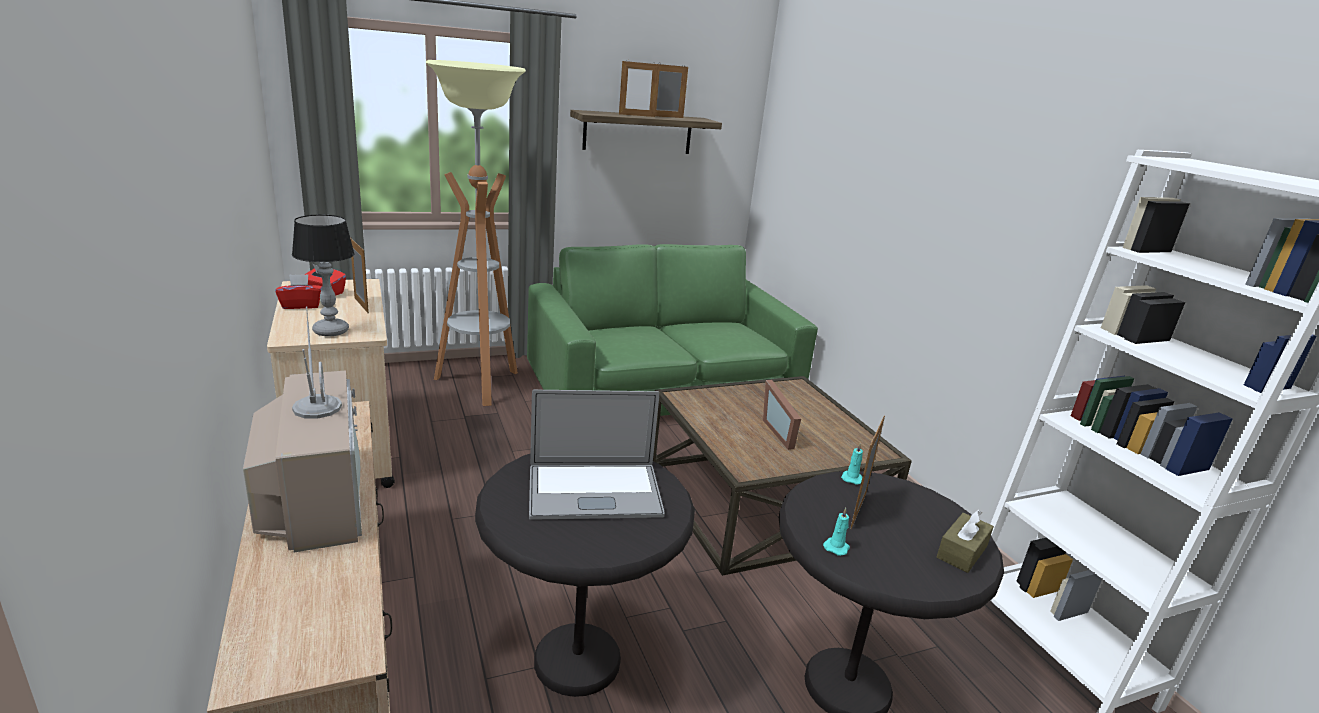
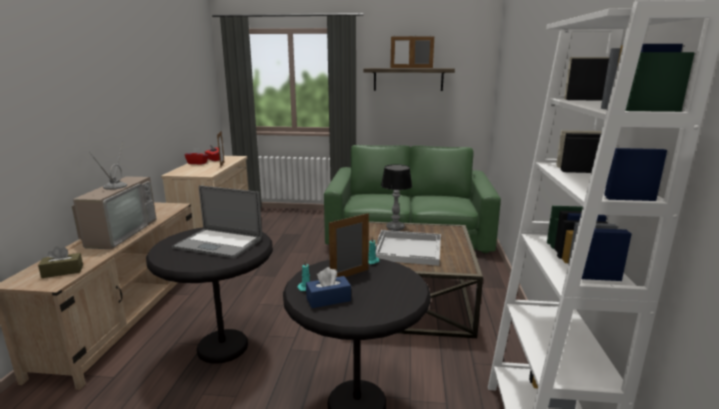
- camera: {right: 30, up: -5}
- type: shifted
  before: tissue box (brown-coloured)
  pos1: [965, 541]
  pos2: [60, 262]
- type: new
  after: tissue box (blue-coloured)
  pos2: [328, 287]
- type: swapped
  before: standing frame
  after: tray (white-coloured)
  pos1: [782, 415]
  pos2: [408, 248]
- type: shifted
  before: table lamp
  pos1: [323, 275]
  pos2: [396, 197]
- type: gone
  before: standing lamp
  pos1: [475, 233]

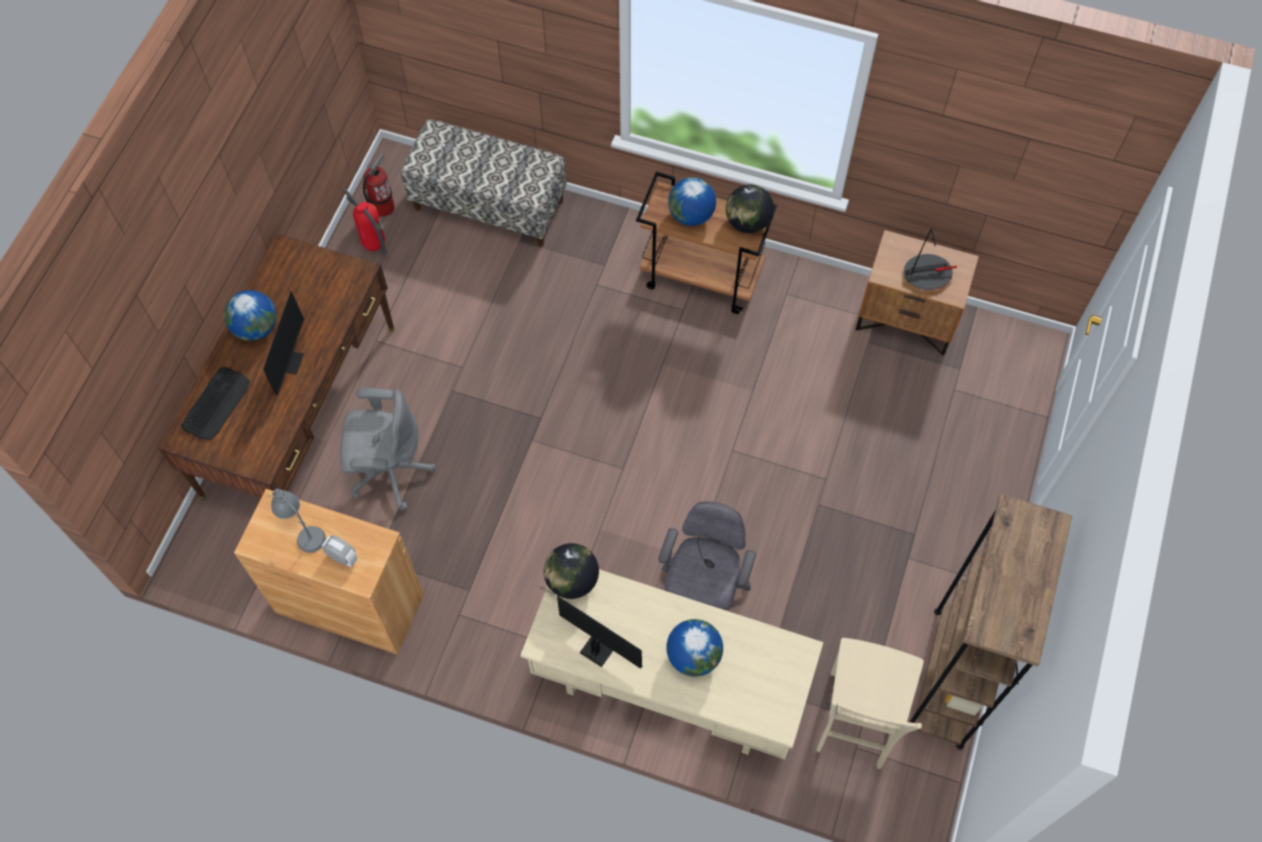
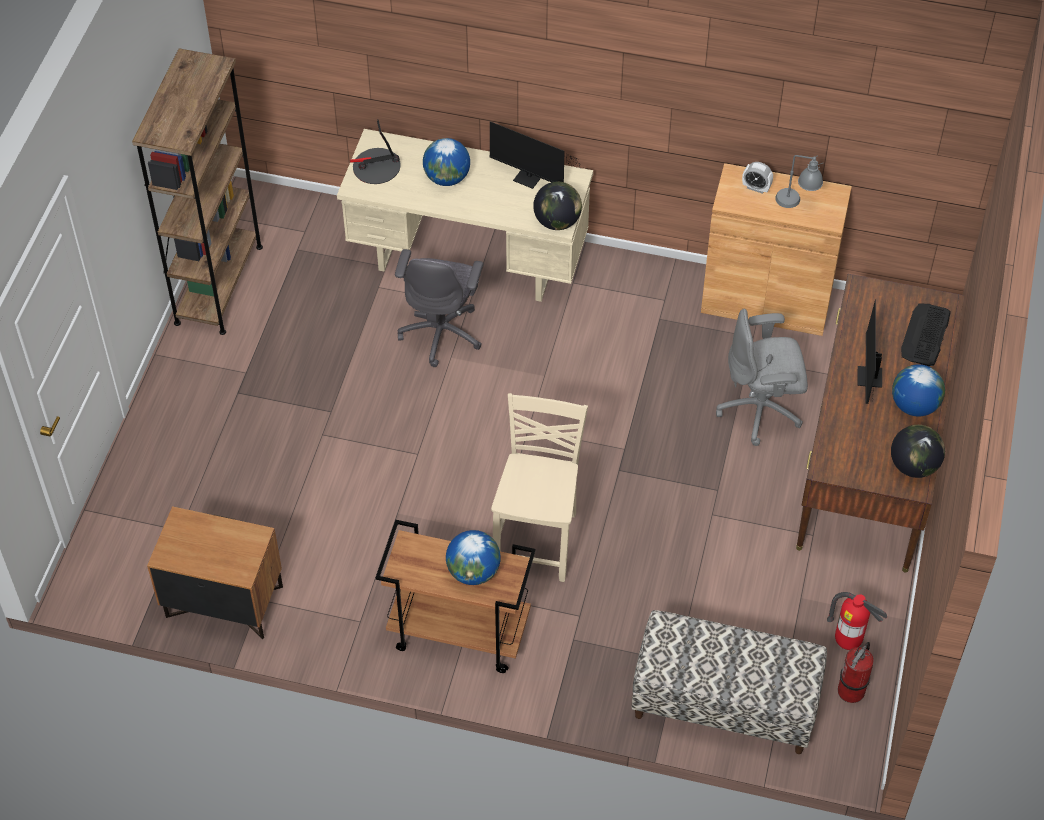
- camera: {right: 175, up: -10}
- type: shifted
  before: table lamp
  pos1: [930, 259]
  pos2: [375, 152]
- type: shifted
  before: plain chair (beige)
  pos1: [870, 703]
  pos2: [539, 487]
- type: shifted
  before: globe
  pos1: [750, 208]
  pos2: [918, 451]

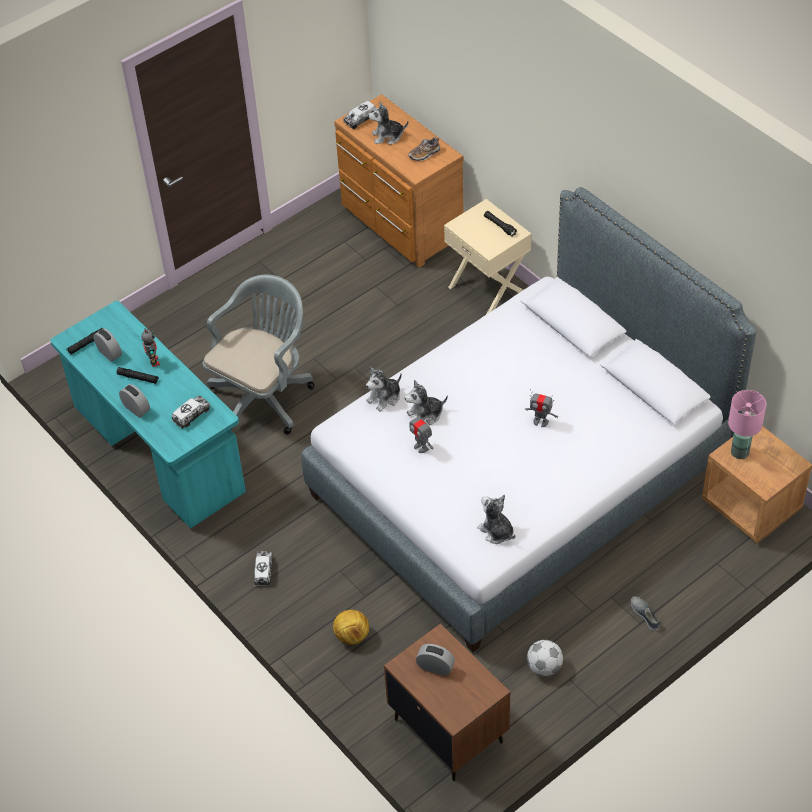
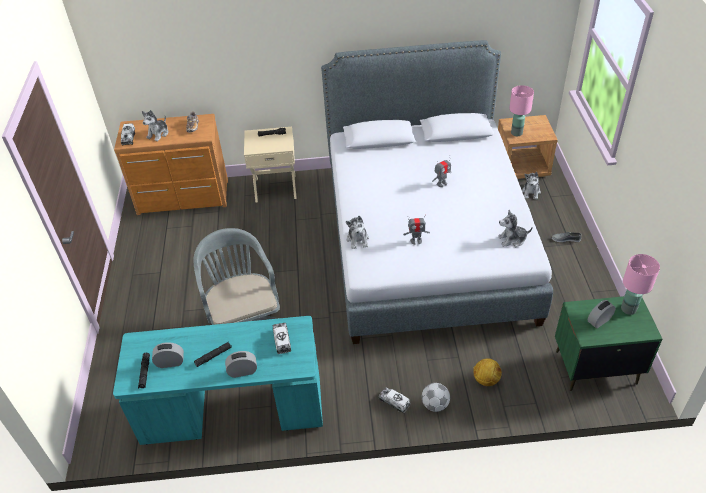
- camera: {right: -55, up: -5}
- type: shifted
  before: football
  pos1: [545, 658]
  pos2: [436, 397]
- type: shifted
  before: cuddly toy
  pos1: [426, 402]
  pos2: [531, 186]
- type: repainted
  before: night table (brown-coloured)
  after: night table (green-coloured)
  pos1: [447, 702]
  pos2: [608, 343]
- type: new
  after: table lamp (pink)
  pos2: [640, 284]
- type: gone
  before: toy robot
  pos1: [150, 348]

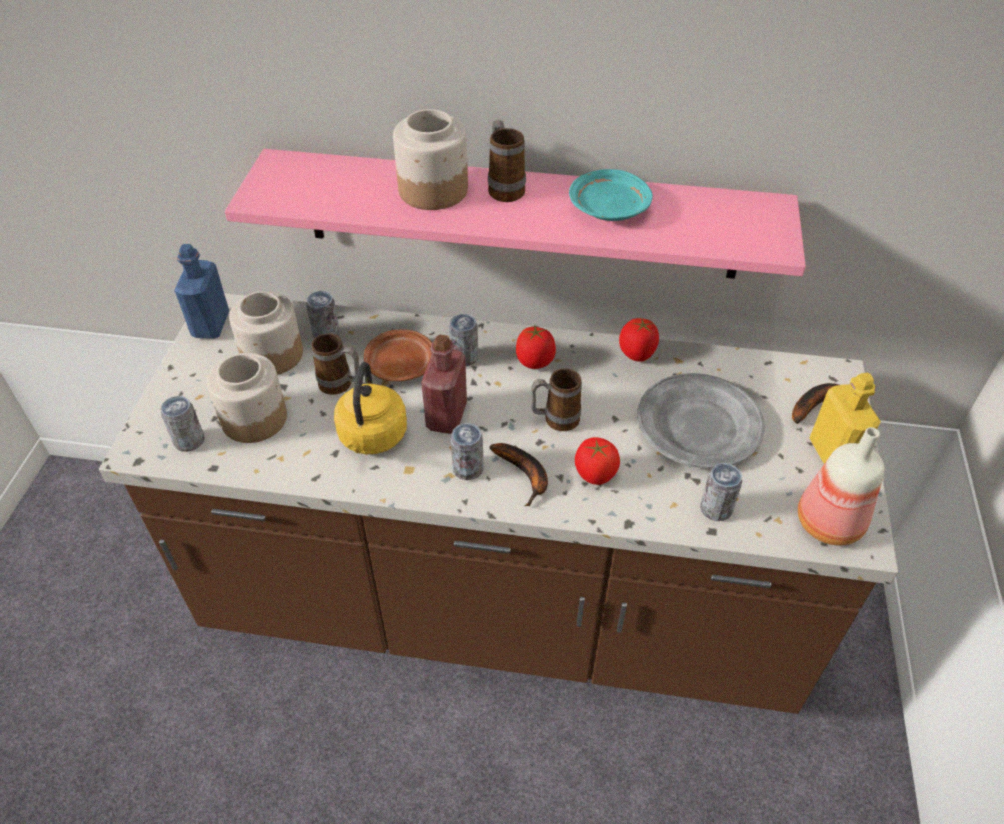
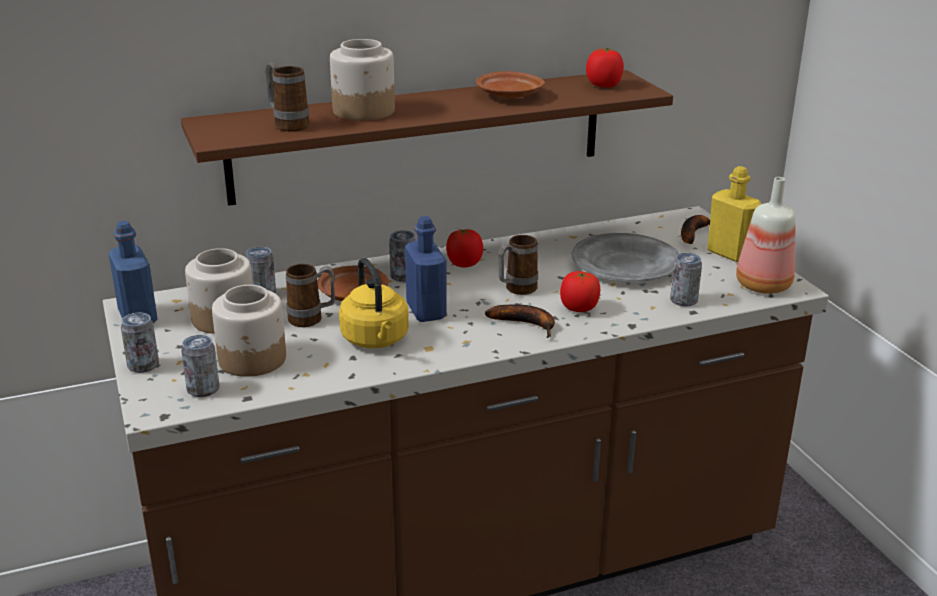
- camera: {right: -30, up: -20}
- type: shifted
  before: can
  pos1: [467, 451]
  pos2: [140, 342]
- type: repainted
  before: wall shelf (pink)
  after: wall shelf (brown-coloured)
  pos1: [515, 214]
  pos2: [427, 138]
- type: shifted
  before: coffee mug
  pos1: [507, 161]
  pos2: [287, 97]
- type: repainted
  before: drink bottle (red-coloured)
  after: drink bottle (blue-coloured)
  pos1: [444, 384]
  pos2: [426, 269]
- type: repainted
  before: dinner plate (turquoise-coloured)
  after: dinner plate (brown-coloured)
  pos1: [611, 195]
  pos2: [510, 85]
- type: shifted
  before: tomato
  pos1: [639, 340]
  pos2: [605, 68]

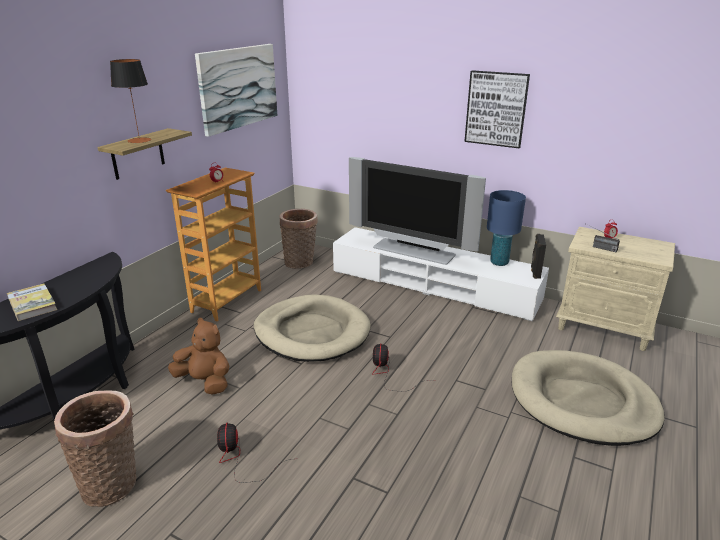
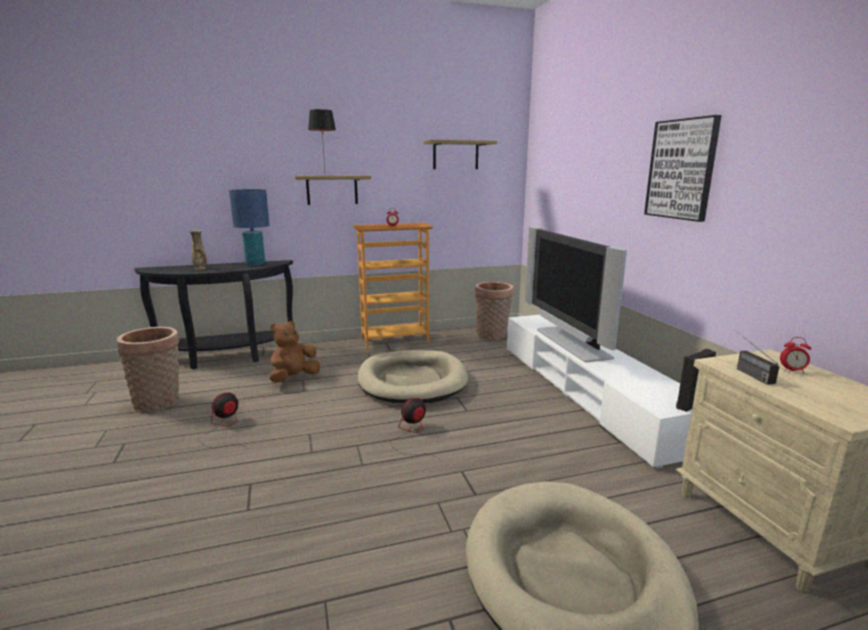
- camera: {right: 45, up: -10}
- type: swapped
  before: book
  after: decorative vase
  pos1: [32, 302]
  pos2: [198, 250]
- type: shifted
  before: table lamp (blue-coloured)
  pos1: [506, 228]
  pos2: [249, 227]
- type: rotated
  before: cuddly toy (brown-coloured)
  pos1: [198, 356]
  pos2: [294, 352]
  turn: -120
- type: swapped
  before: wall picture
  after: wall shelf
  pos1: [236, 90]
  pos2: [460, 154]

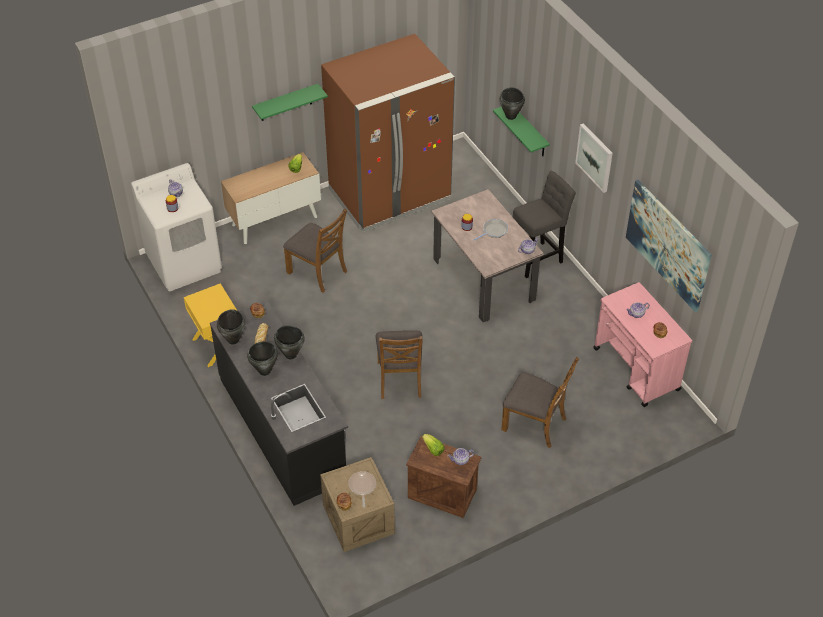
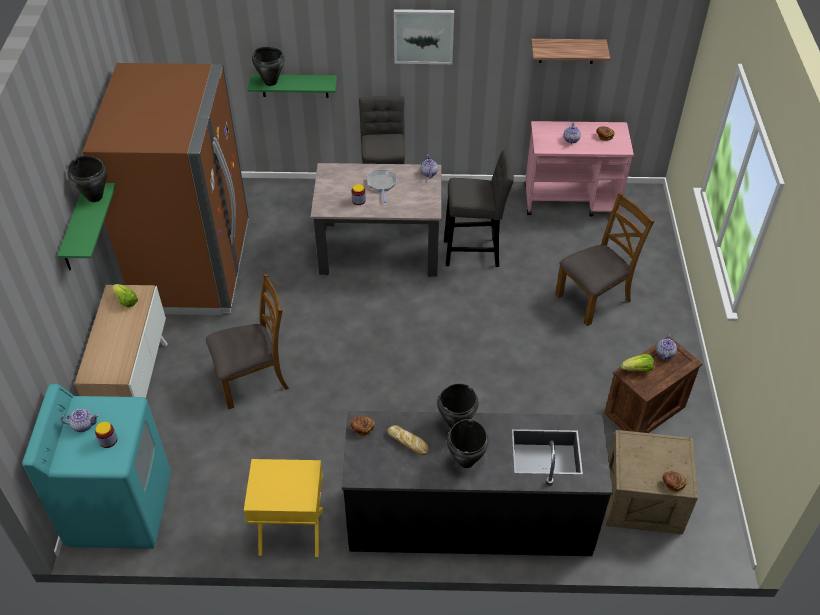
- camera: {right: -60, up: 0}
- type: repainted
  before: laundry appliance (white-coloured)
  after: laundry appliance (turquoise-coloured)
  pos1: [176, 227]
  pos2: [96, 466]
- type: shifted
  before: saucepot (black)
  pos1: [231, 326]
  pos2: [87, 179]
- type: new
  after: stool seat (grey)
  pos2: [479, 208]
- type: swapped
  before: wall picture
  after: wall shelf
  pos1: [669, 246]
  pos2: [570, 51]
- type: gone
  before: pan
  pos1: [362, 489]
- type: gone
  before: plain chair (brown-coloured)
  pos1: [399, 364]

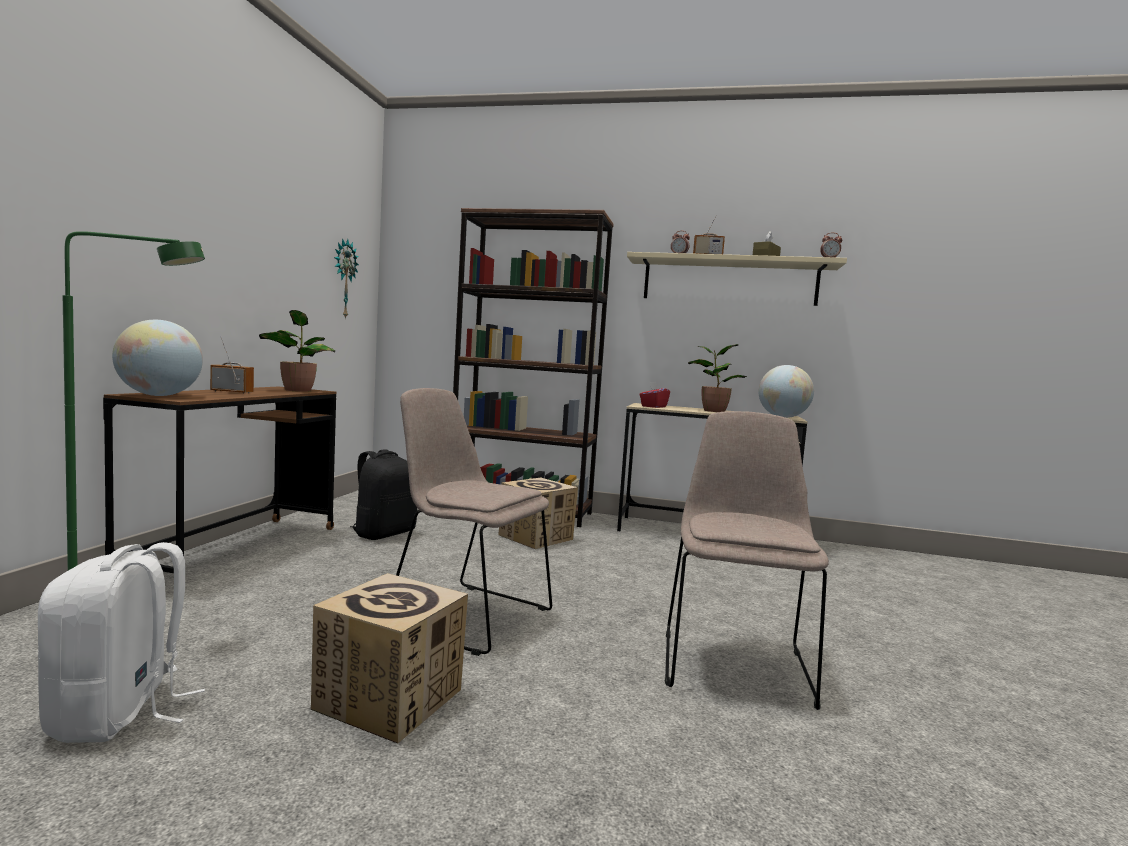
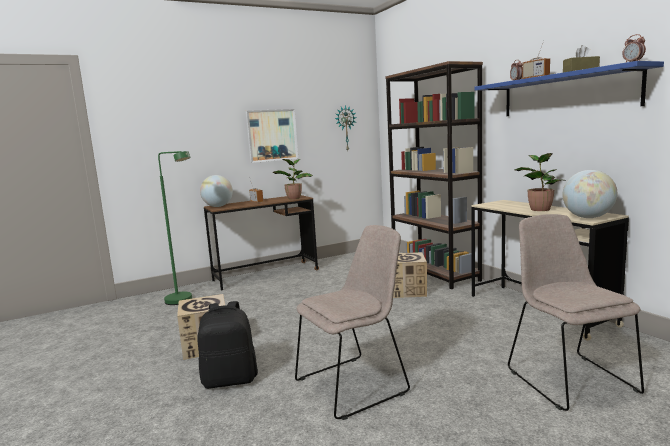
- camera: {right: 50, up: 5}
- type: shifted
  before: knapsack (black)
  pos1: [383, 494]
  pos2: [227, 345]
- type: new
  after: wall picture
  pos2: [272, 136]
- type: repainted
  before: wall shelf (beige)
  after: wall shelf (blue-coloured)
  pos1: [737, 279]
  pos2: [569, 88]
- type: shifted
  before: plain chair (beige)
  pos1: [474, 522]
  pos2: [576, 312]
- type: gone
  before: knapsack (white-coloured)
  pos1: [121, 642]
- type: gone
  before: tissue box (red-coloured)
  pos1: [654, 395]

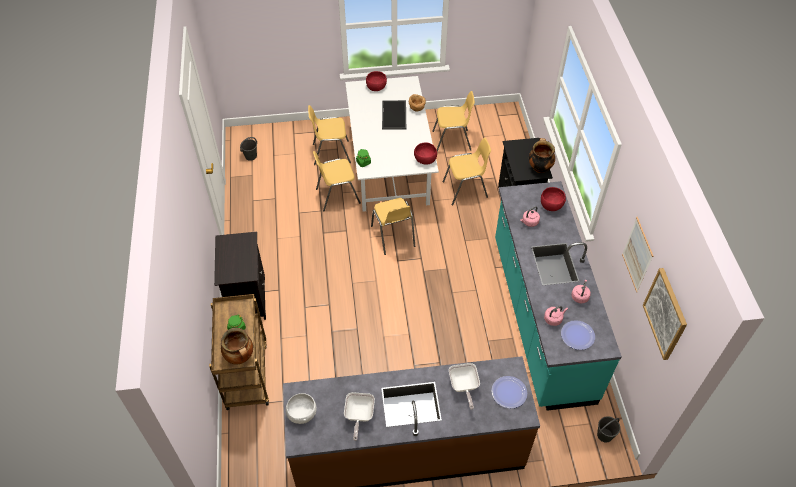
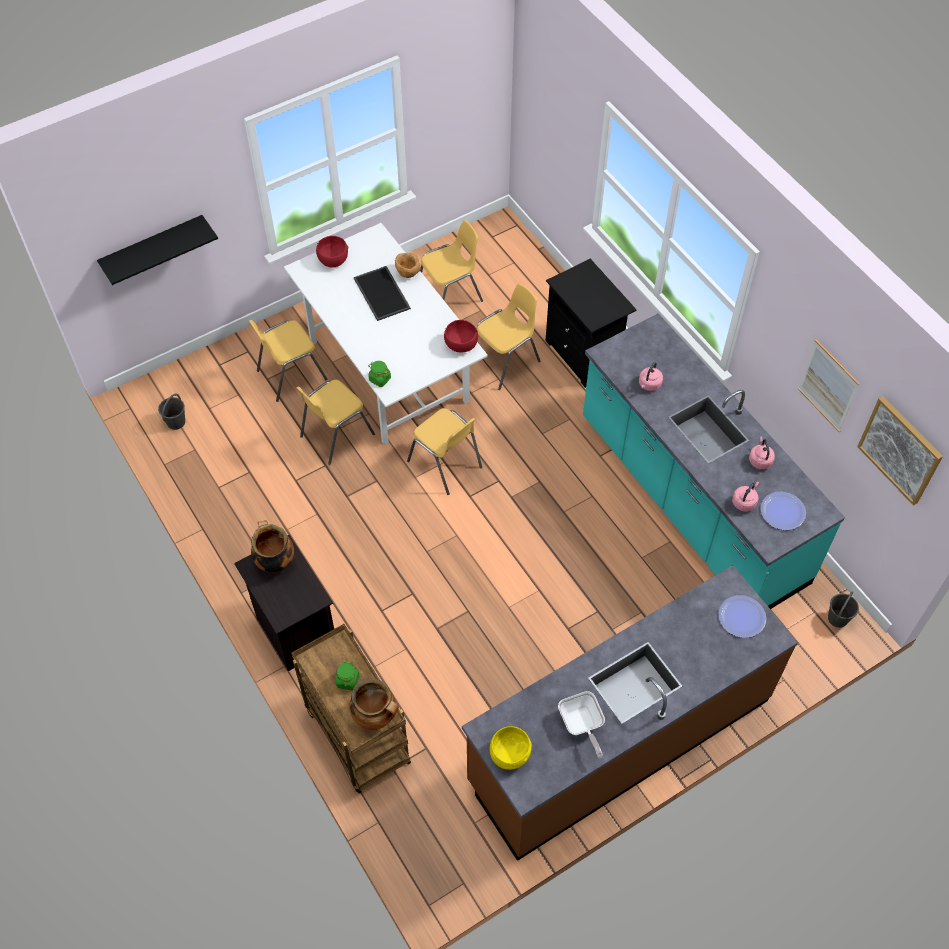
- camera: {right: -25, up: 5}
- type: new
  after: wall shelf (black)
  pos2: [157, 250]
- type: shifted
  before: saucepot
  pos1: [542, 155]
  pos2: [272, 546]
- type: repainted
  before: bowl (white-coloured)
  after: bowl (yellow)
  pos1: [301, 408]
  pos2: [511, 748]
- type: gone
  before: pan
  pos1: [464, 386]
- type: gone
  before: bowl (red-coloured)
  pos1: [553, 199]

